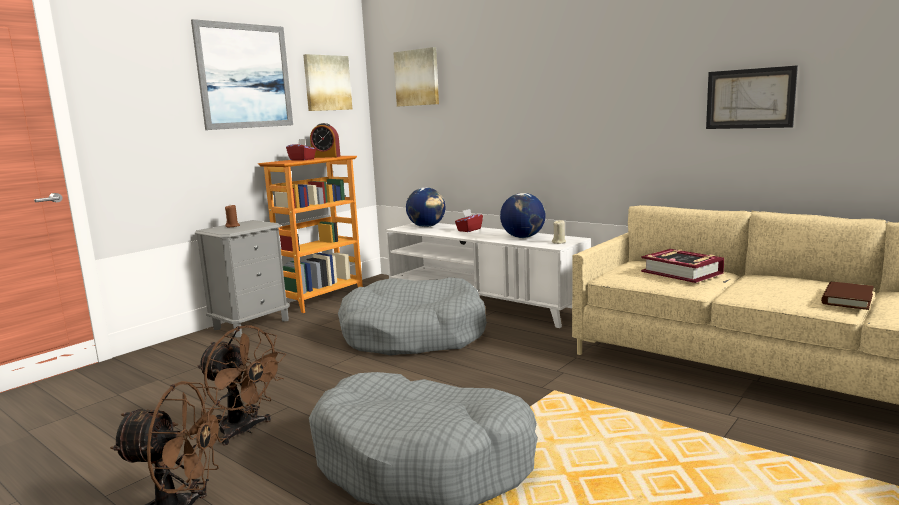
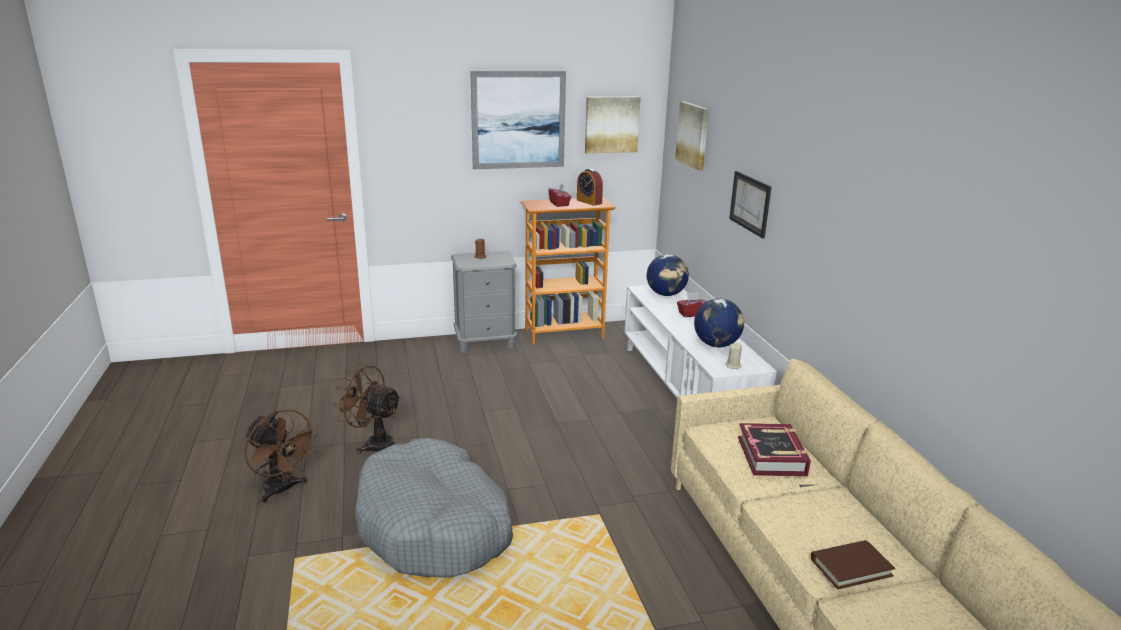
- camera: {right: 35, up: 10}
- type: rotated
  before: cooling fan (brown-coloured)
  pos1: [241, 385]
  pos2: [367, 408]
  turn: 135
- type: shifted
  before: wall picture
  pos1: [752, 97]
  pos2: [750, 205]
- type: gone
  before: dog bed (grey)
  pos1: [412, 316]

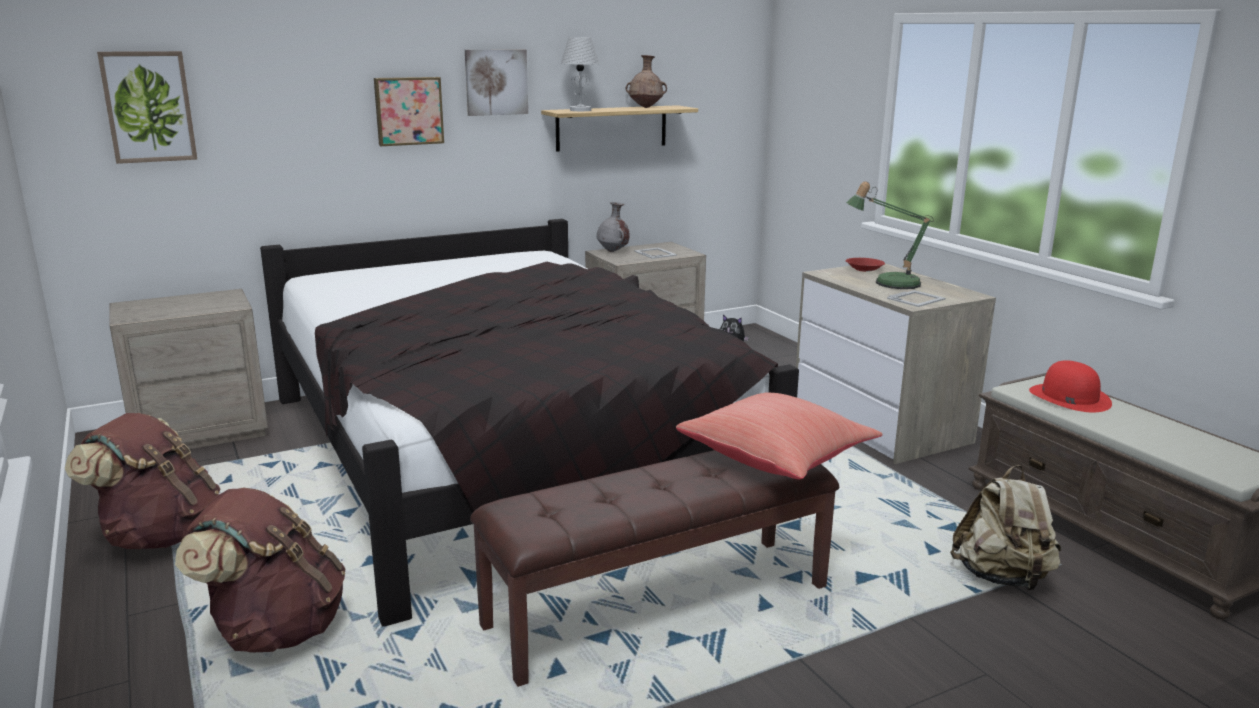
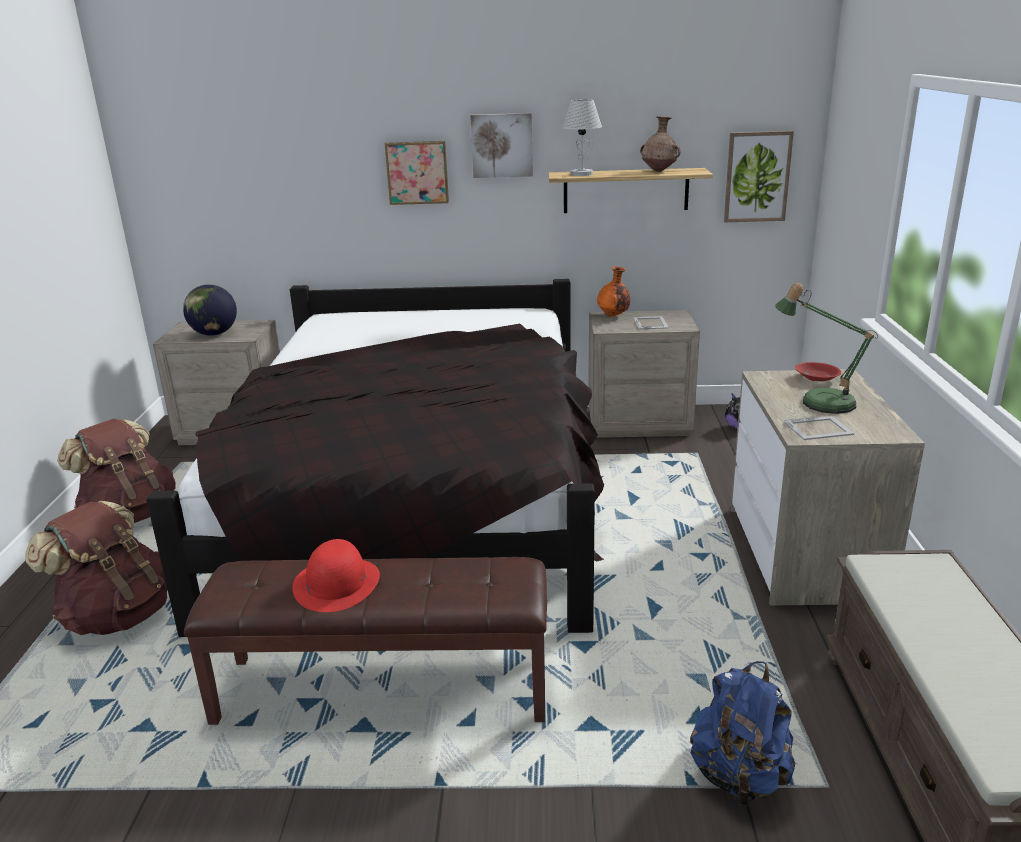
- camera: {right: 30, up: 5}
- type: new
  after: globe
  pos2: [210, 310]
- type: shifted
  before: clothing hat (red-coloured)
  pos1: [1070, 386]
  pos2: [336, 575]
- type: repainted
  before: decorative vase (grey)
  after: decorative vase (orange)
  pos1: [613, 227]
  pos2: [613, 292]
- type: repainted
  before: knapsack (beige)
  after: knapsack (blue-coloured)
  pos1: [1005, 528]
  pos2: [742, 733]
- type: shifted
  before: wall picture
  pos1: [147, 107]
  pos2: [759, 176]
- type: gone
  before: throw pillow (red-coloured)
  pos1: [779, 436]

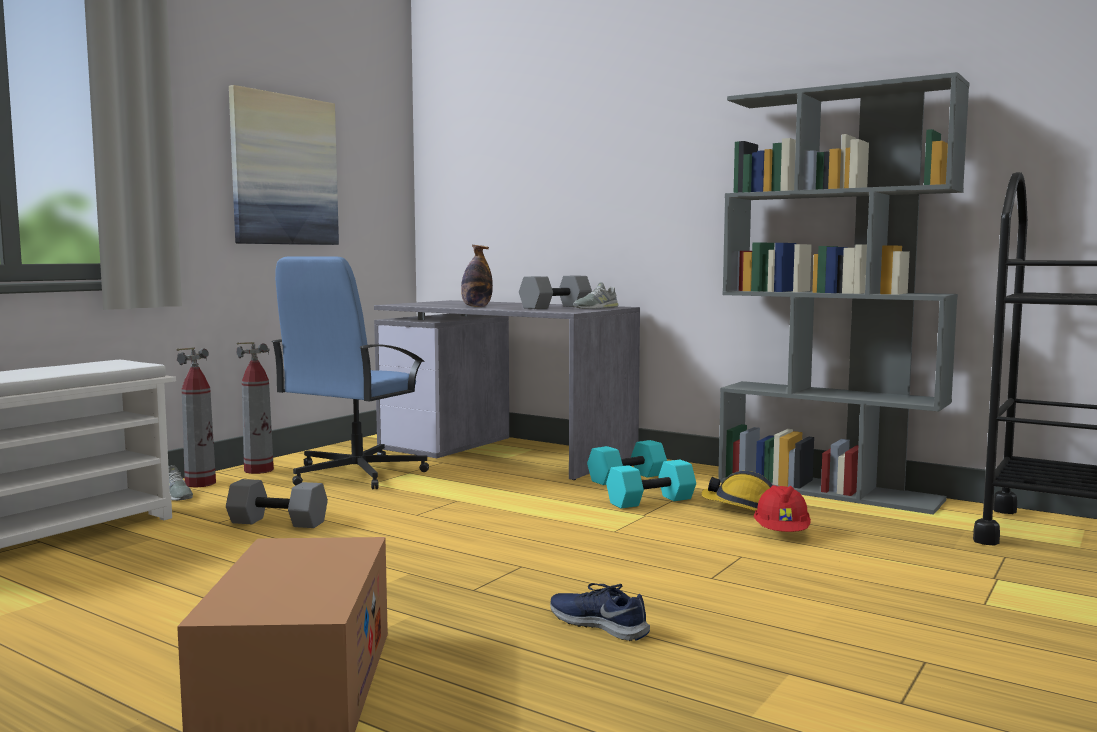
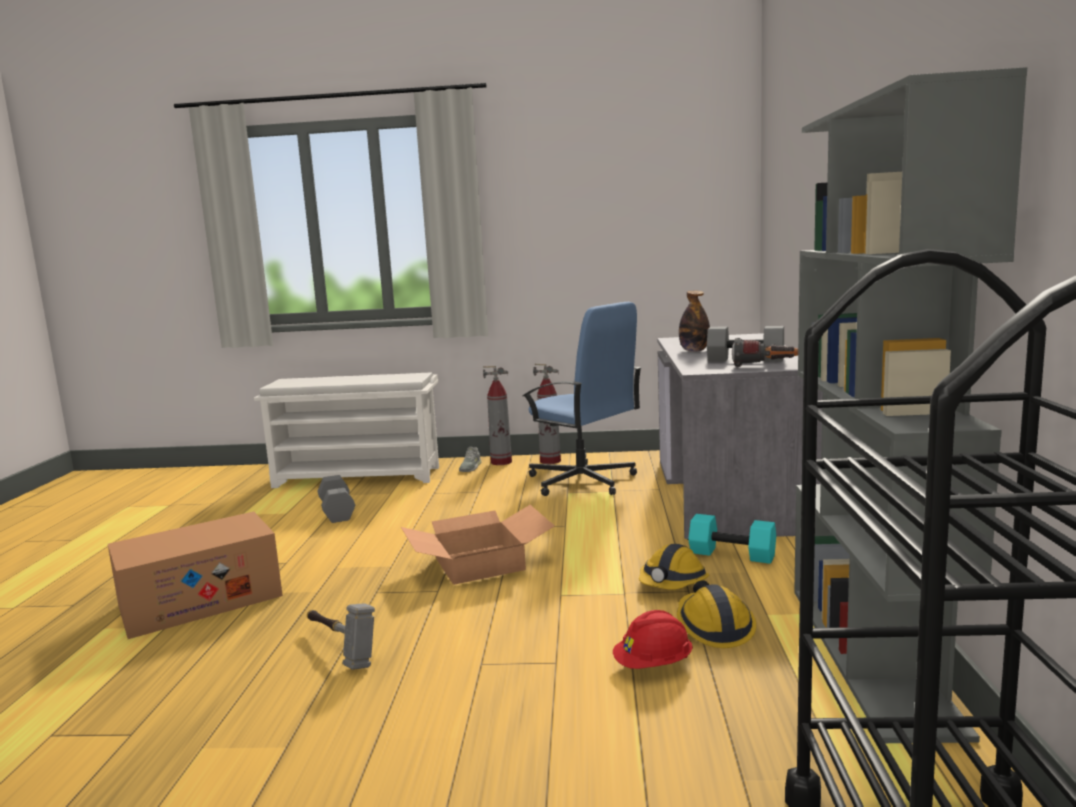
- camera: {right: 60, up: 5}
- type: swapped
  before: shoe (blue-coloured)
  after: tool hammer
  pos1: [600, 612]
  pos2: [341, 636]
- type: shifted
  before: free weight (grey)
  pos1: [277, 503]
  pos2: [336, 499]
- type: new
  after: packing box
  pos2: [478, 545]
- type: rotated
  before: computer chair (blue-coloured)
  pos1: [350, 373]
  pos2: [582, 399]
  turn: -135
- type: swapped
  before: free weight (turquoise-coloured)
  after: safety helmet
  pos1: [651, 484]
  pos2: [674, 567]
- type: swapped
  before: shoe (grey)
  after: hand torch
  pos1: [596, 295]
  pos2: [765, 352]
- type: gone
  before: wall picture
  pos1: [284, 165]

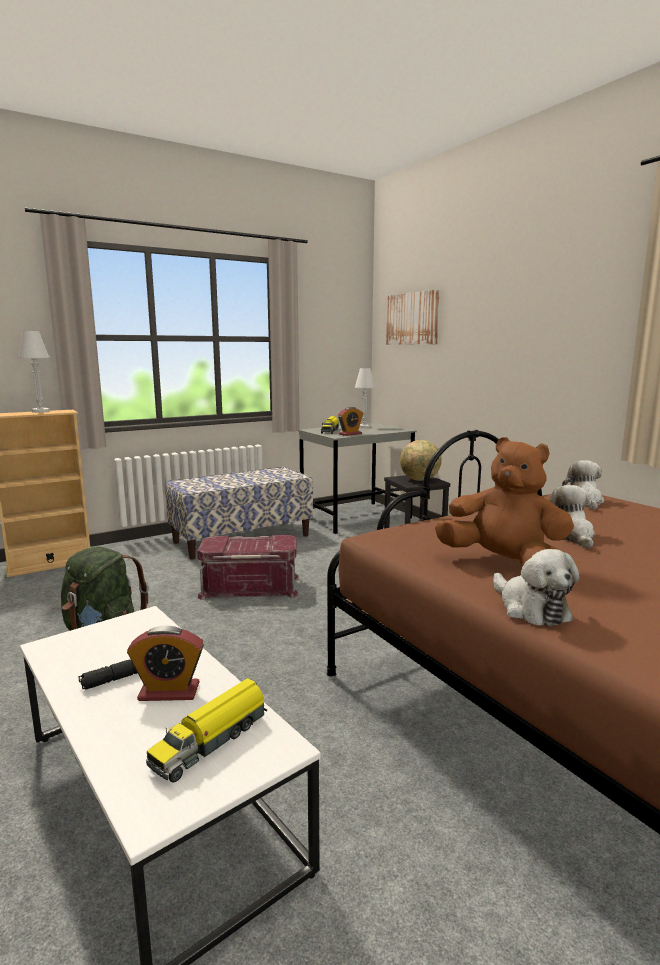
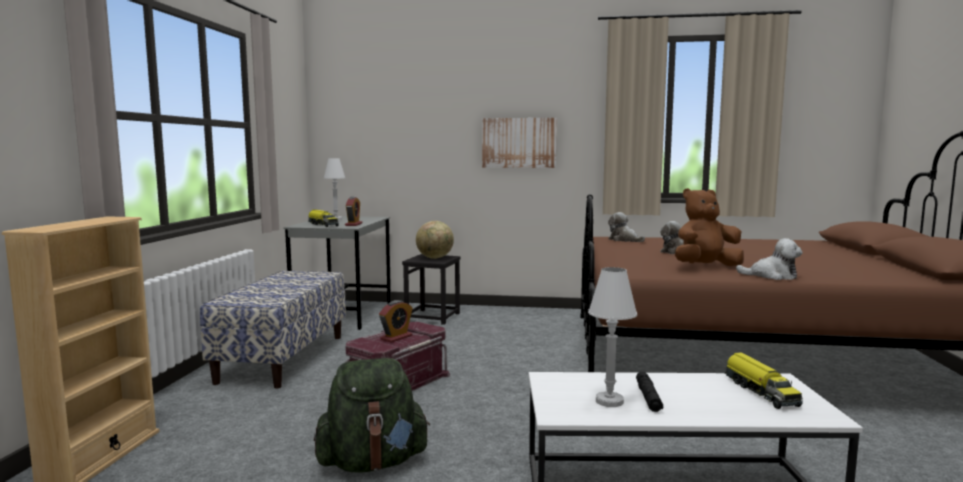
- camera: {right: -50, up: -5}
- type: shifted
  before: bedside clock
  pos1: [165, 663]
  pos2: [396, 321]
- type: shifted
  before: wall picture
  pos1: [412, 317]
  pos2: [519, 143]
- type: shifted
  before: table lamp (white-coloured)
  pos1: [34, 372]
  pos2: [612, 337]

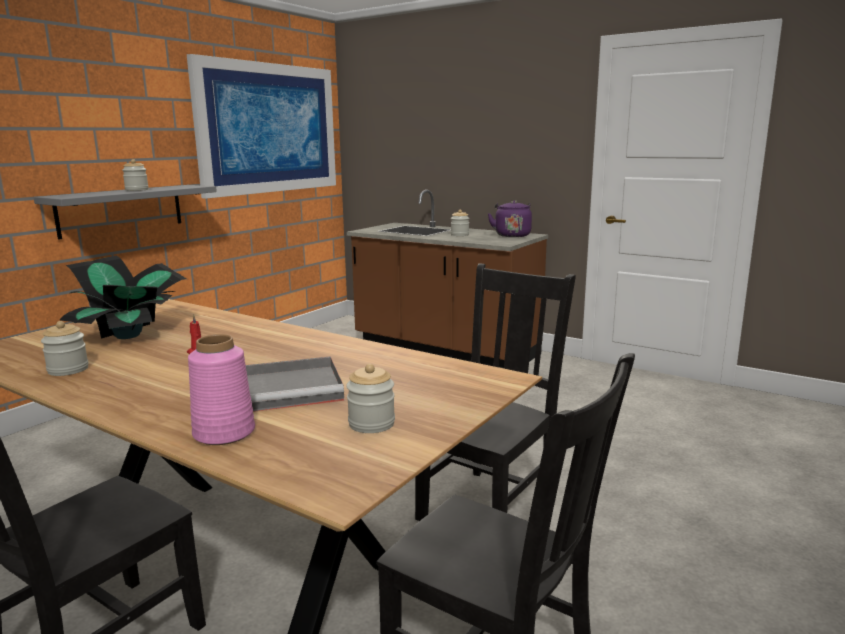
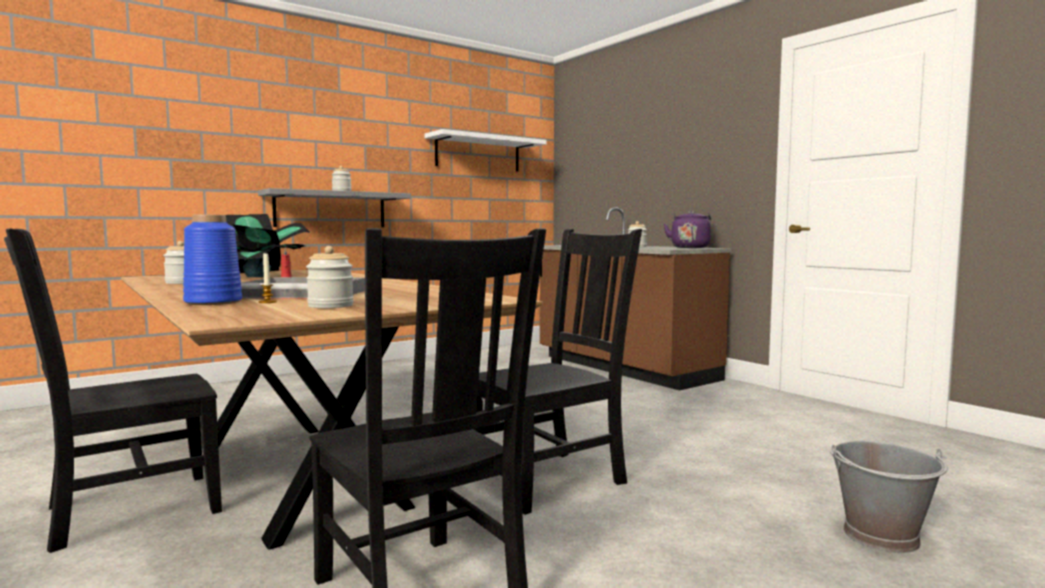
- camera: {right: 20, up: -10}
- type: repainted
  before: decorative vase (pink)
  after: decorative vase (blue-coloured)
  pos1: [221, 389]
  pos2: [212, 260]
- type: new
  after: candle
  pos2: [267, 278]
- type: swapped
  before: wall picture
  after: wall shelf (white-coloured)
  pos1: [261, 126]
  pos2: [485, 150]
- type: new
  after: water bucket (grey)
  pos2: [889, 497]

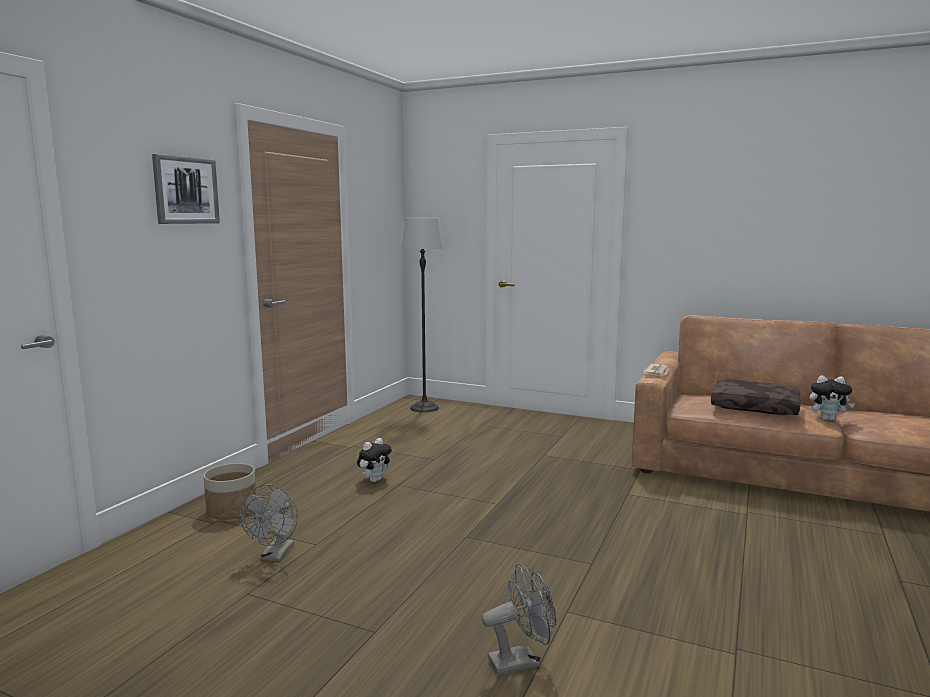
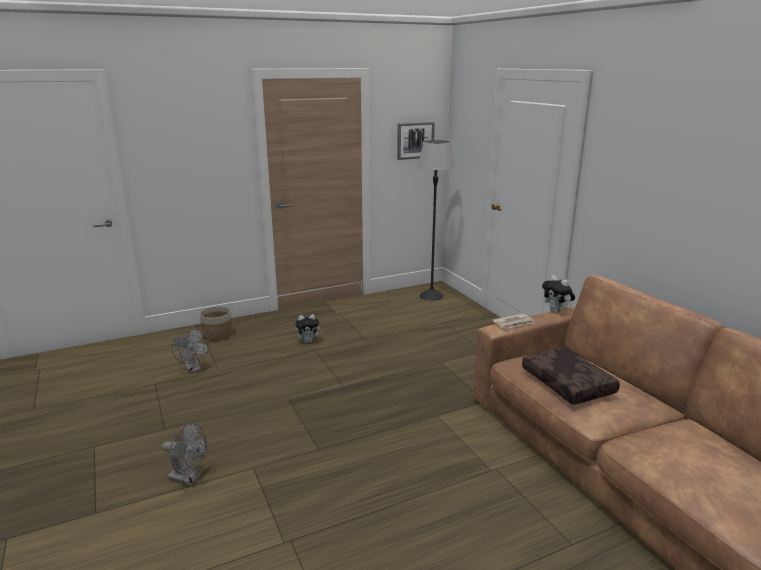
- camera: {right: 40, up: 10}
- type: rotated
  before: cooling fan (grey)
  pos1: [269, 523]
  pos2: [190, 350]
  turn: -75
- type: shifted
  before: wall picture
  pos1: [186, 189]
  pos2: [416, 141]
- type: shifted
  before: cuddly toy
  pos1: [831, 398]
  pos2: [558, 294]

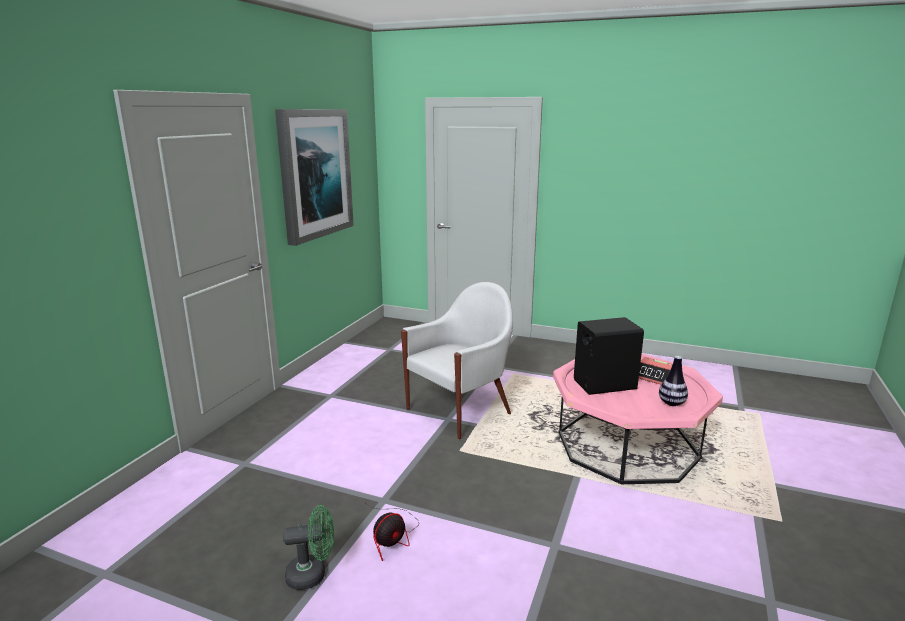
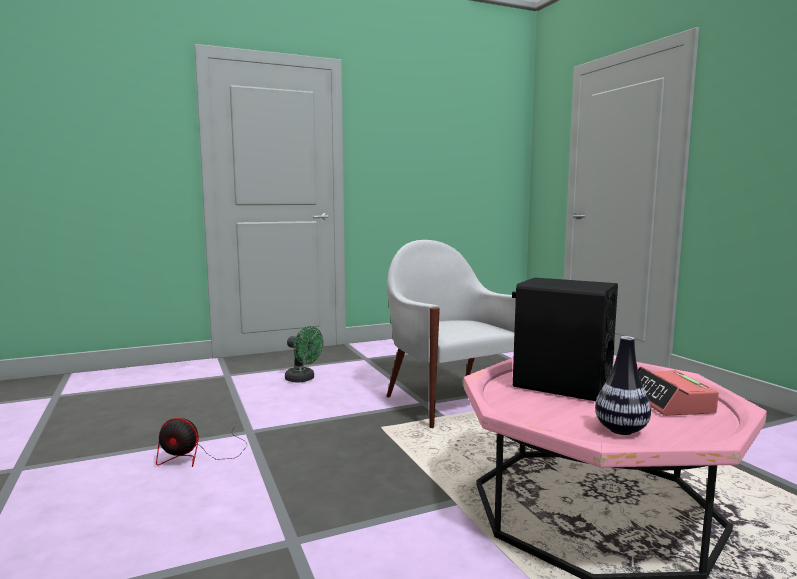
- camera: {right: 45, up: -10}
- type: shifted
  before: cooling fan (green-coloured)
  pos1: [308, 547]
  pos2: [304, 354]
- type: rotated
  before: lounge chair (white-coloured)
  pos1: [457, 360]
  pos2: [451, 334]
  turn: -120
- type: gone
  before: wall picture
  pos1: [314, 177]

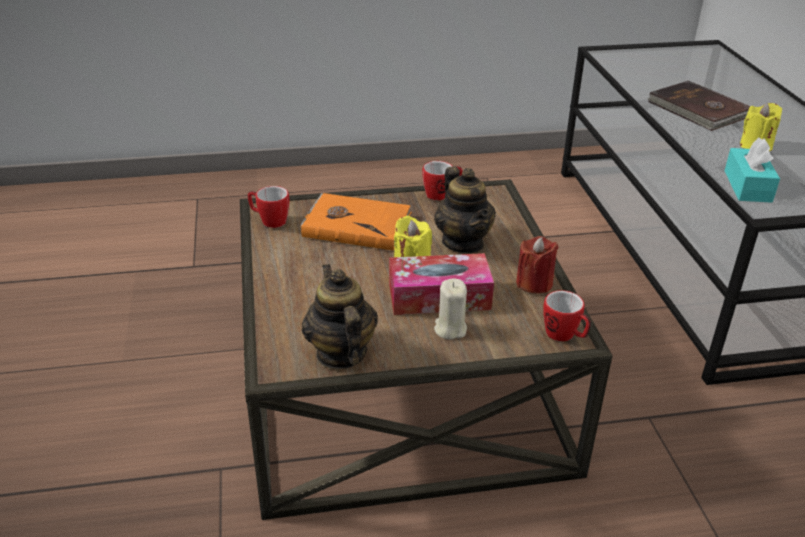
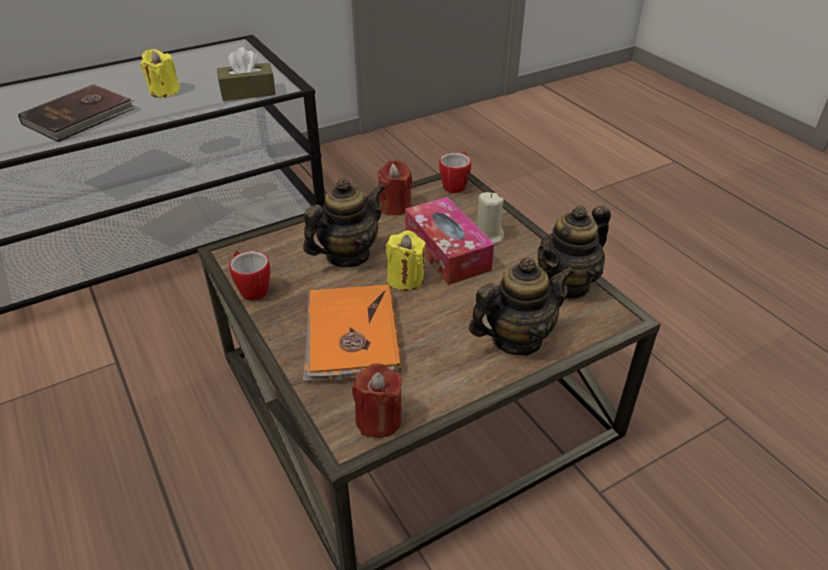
- camera: {right: -110, up: 5}
- type: repainted
  before: tissue box (turquoise-coloured)
  after: tissue box (brown-coloured)
  pos1: [752, 170]
  pos2: [246, 74]
- type: swapped
  before: coffee mug
  after: candle (red-coloured)
  pos1: [268, 207]
  pos2: [377, 400]
- type: new
  after: tea pot
  pos2: [522, 306]

